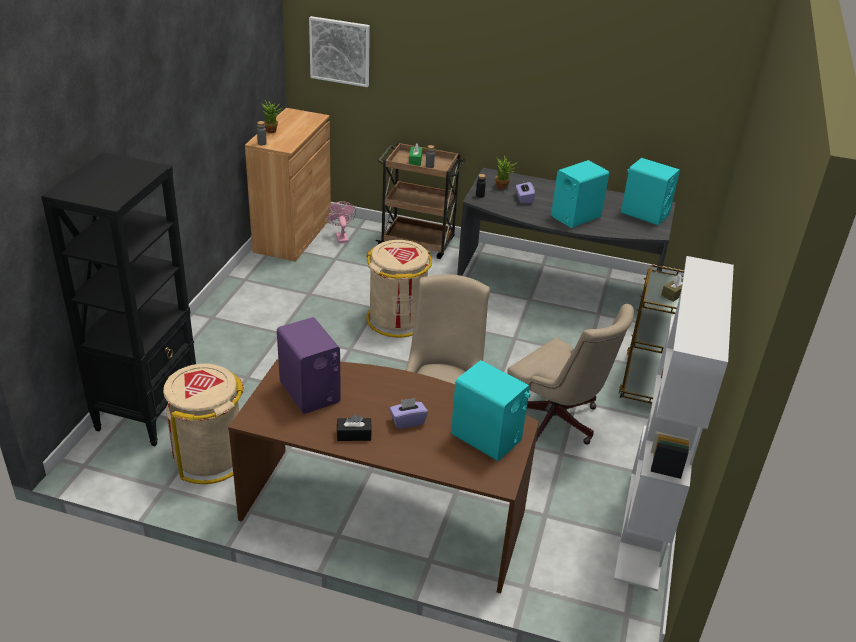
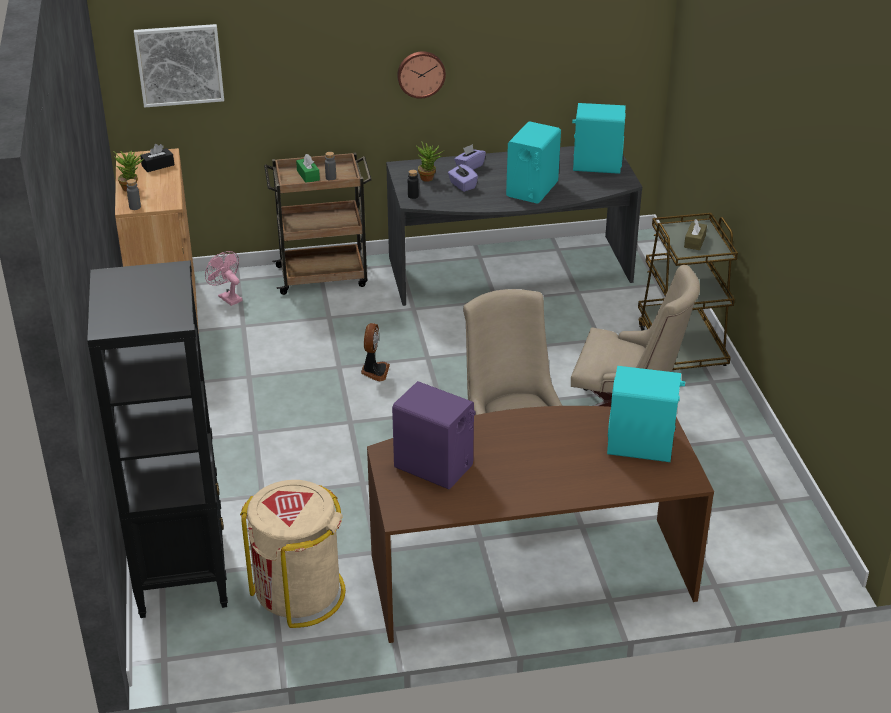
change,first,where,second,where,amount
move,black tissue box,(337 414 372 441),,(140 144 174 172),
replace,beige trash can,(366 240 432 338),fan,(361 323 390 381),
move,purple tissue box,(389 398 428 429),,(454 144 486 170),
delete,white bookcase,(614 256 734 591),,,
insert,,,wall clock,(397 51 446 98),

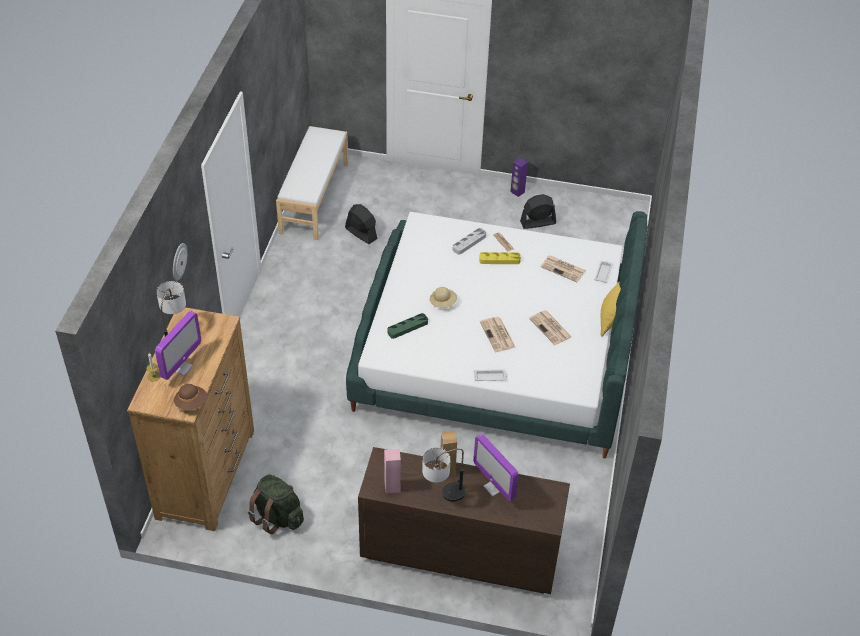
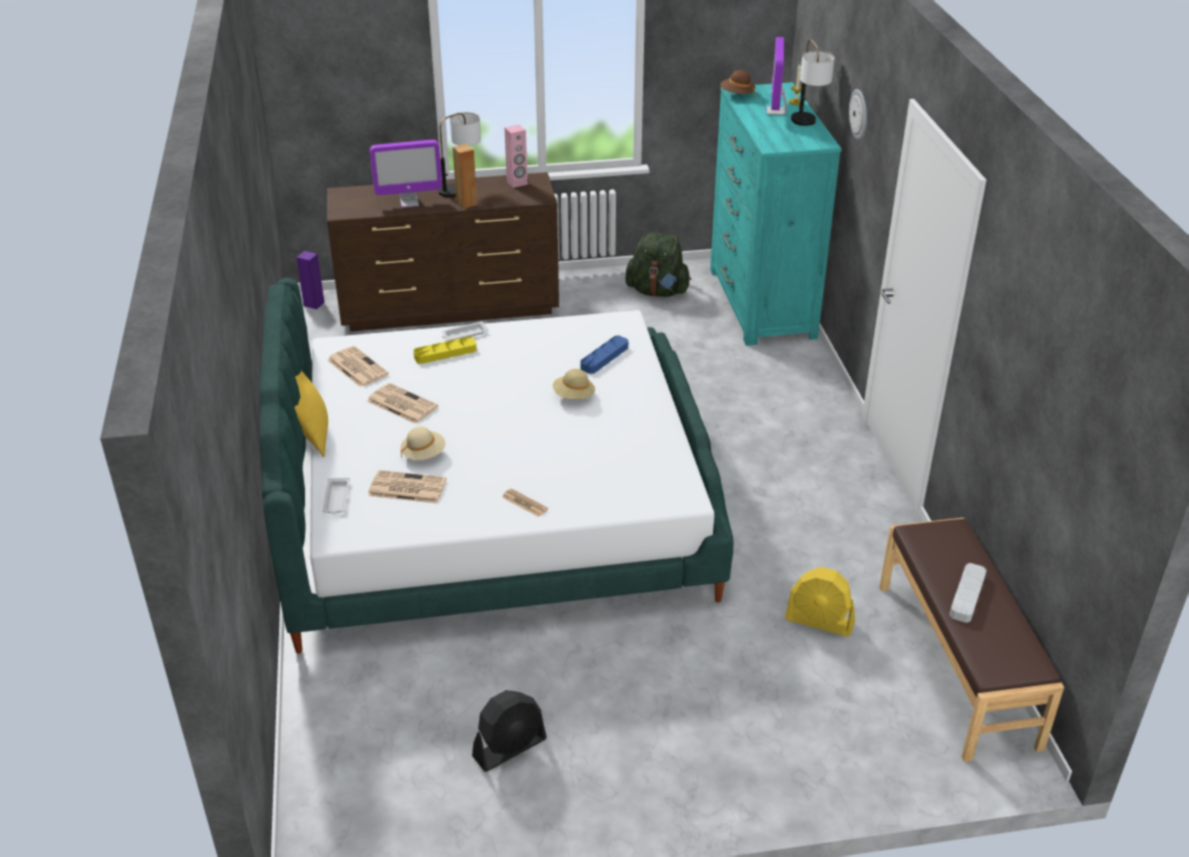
change,first,where,second,where,amount
recolor,brown dresser,(127 307 254 531),turquoise dresser,(710 82 842 346),
recolor,white bench,(276 126 348 240),brown bench,(879 518 1064 762),
recolor,black fan,(345 204 378 244),yellow fan,(785 567 855 636),
recolor,green tray,(387 313 428 339),blue tray,(580 336 628 374),
move,grey tray,(453 228 486 255),,(949 563 987 623),
rotate,monitor,(473 434 519 501),,(370 140 442 208),135 degrees clockwise
move,yellow tray,(479 252 521 264),,(413 337 477 364),
move,newspaper,(480 317 516 352),,(327 346 389 387),
move,purple speaker,(510 158 528 197),,(297 251 324 309),
insert,,,beige hat,(401 426 446 460),

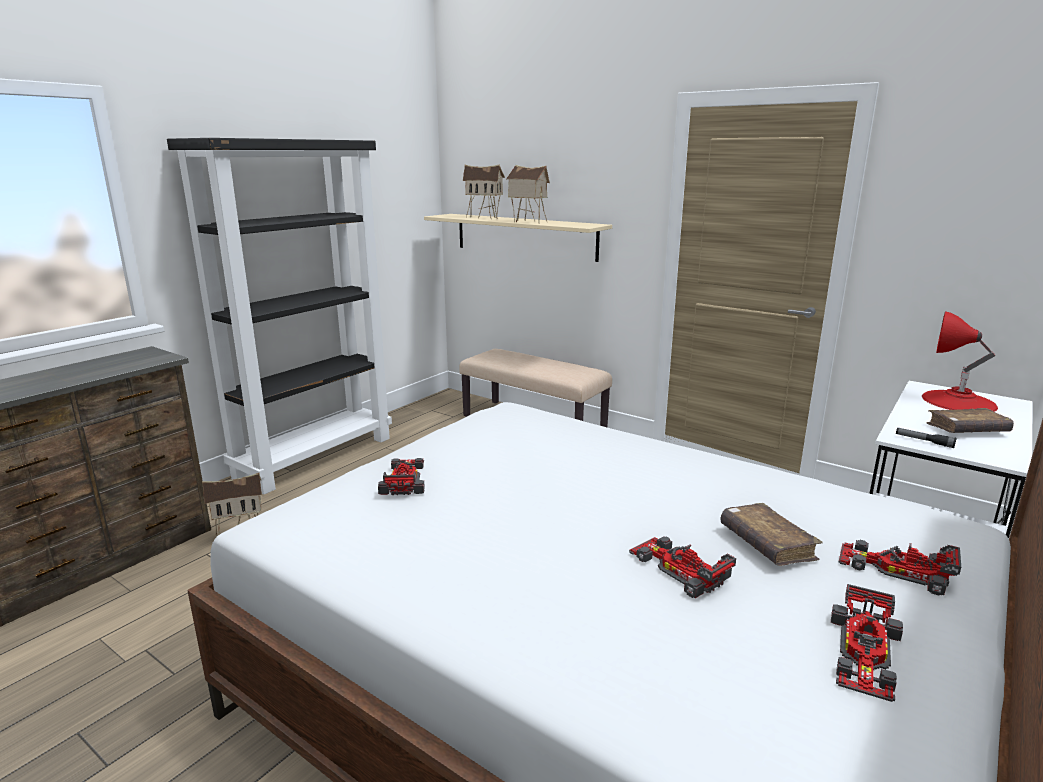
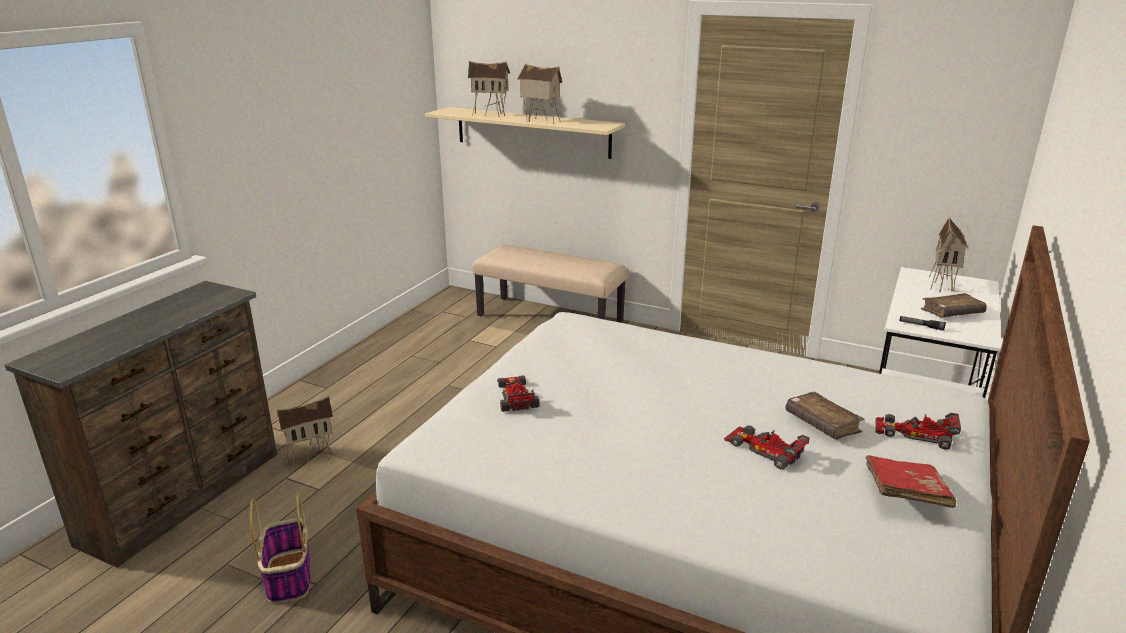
change,first,where,second,where,amount
delete,black bookcase,(167 138 392 495),,,
replace,toy car,(831 584 903 702),red book,(865 455 956 508),
replace,red table lamp,(922 311 998 412),toy house,(929 217 969 292),
insert,,,basket,(250 492 310 604),

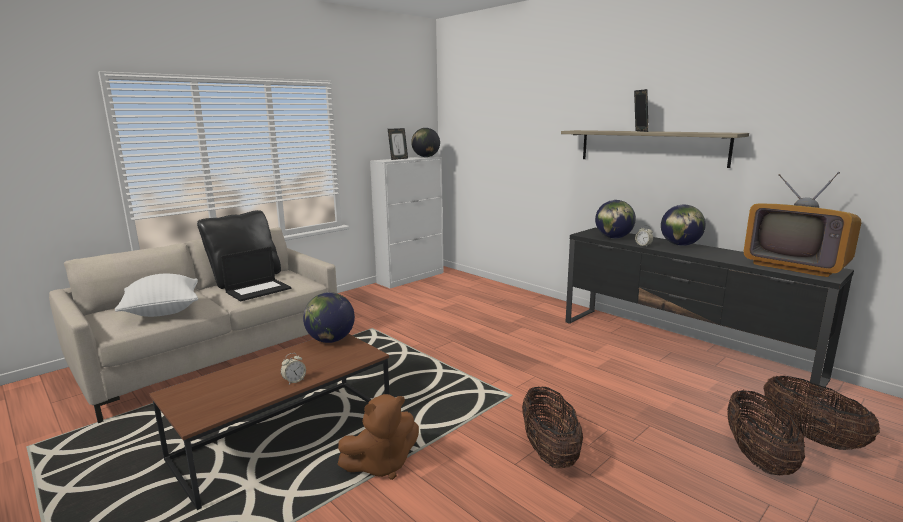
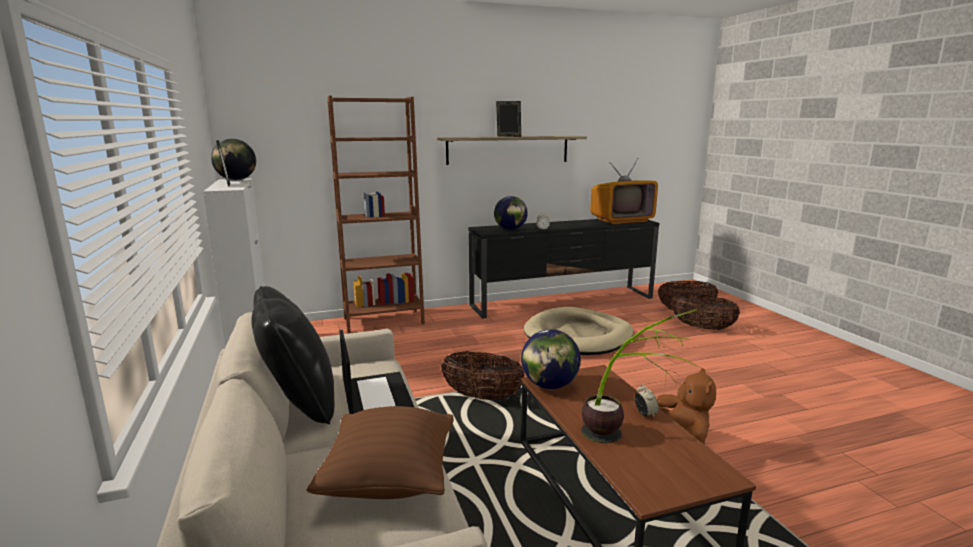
change,first,where,second,where,amount
recolor,white pillow,(115 274 198 317),brown pillow,(307 406 454 499),
move,basket,(522 386 583 468),,(441 351 525 400),
delete,globe,(661 205 706 246),,,
insert,,,brown bookcase,(327 96 425 333),
insert,,,beige dog bed,(524 307 633 355),
insert,,,potted plant,(581 309 699 443),

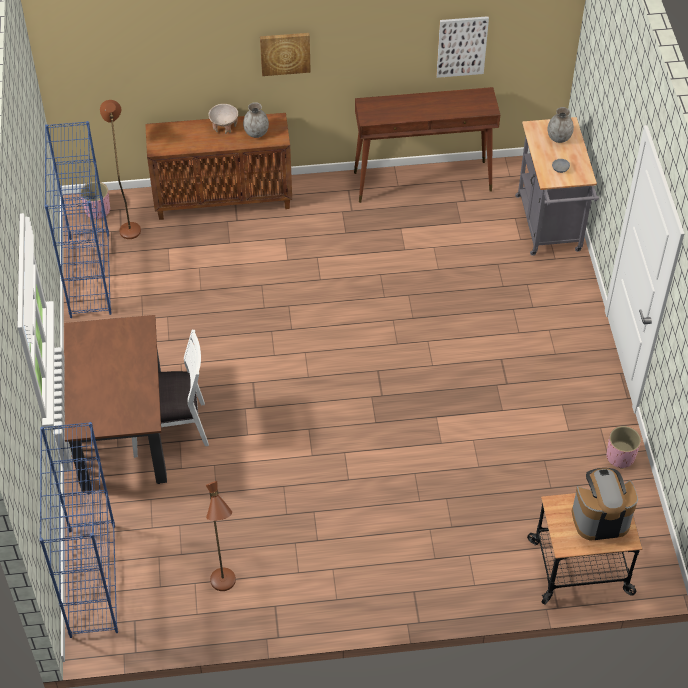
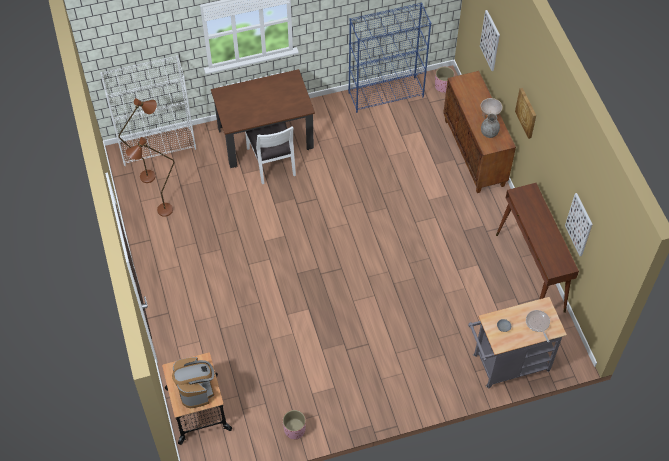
change,first,where,second,where,amount
recolor,blue bookcase,(39 422 118 638),white bookcase,(100 55 196 166),
move,brown floor lamp,(100 100 141 239),,(119 98 157 183),
replace,grey vase,(548 107 574 143),frying pan,(526 310 550 342),
insert,,,picture,(480 10 500 71),

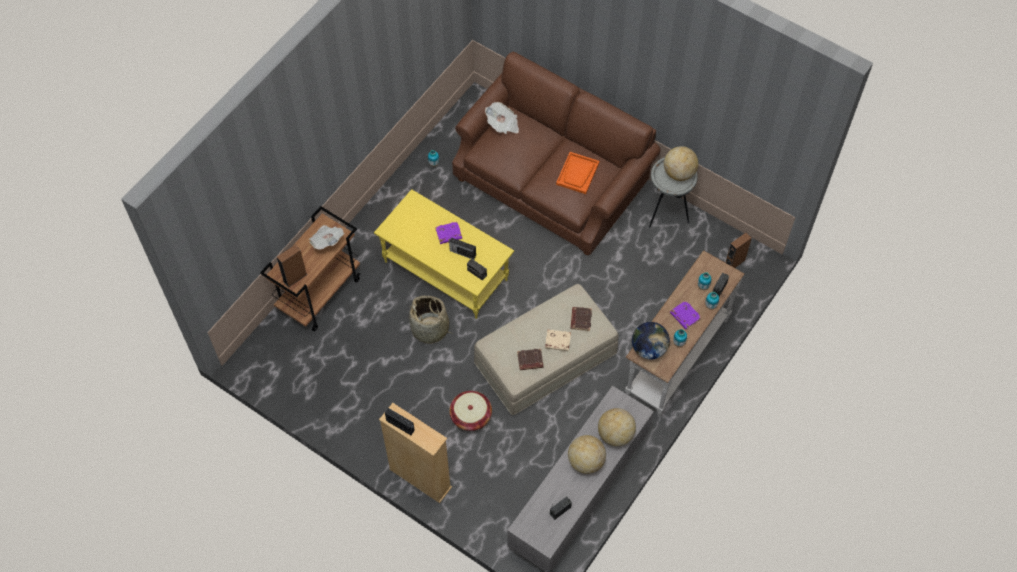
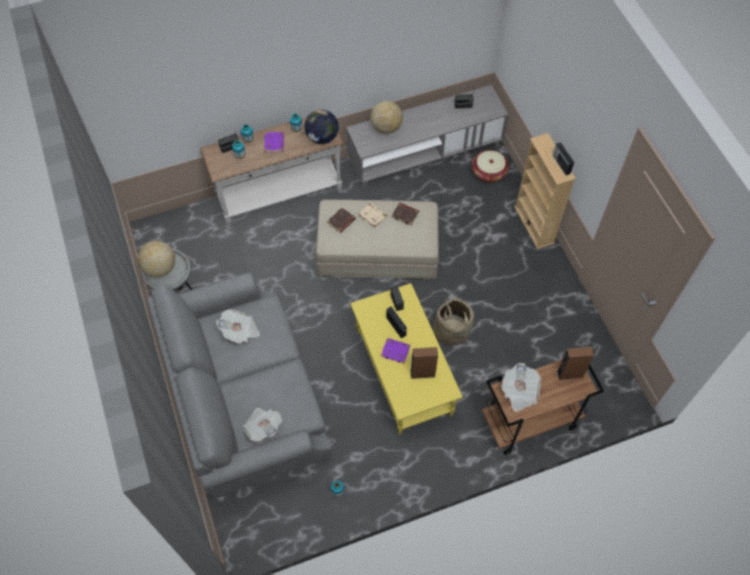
change,first,where,second,where,amount
move,basket,(449 391 492 431),,(472 150 509 182),
recolor,brown sofa,(452 52 660 255),grey sofa,(147 272 332 499),
replace,orange tray,(556 152 599 194),newspaper,(216 309 260 344),
delete,globe,(568 435 606 474),,,
move,brown speaker,(725 233 752 268),,(411 347 438 379),

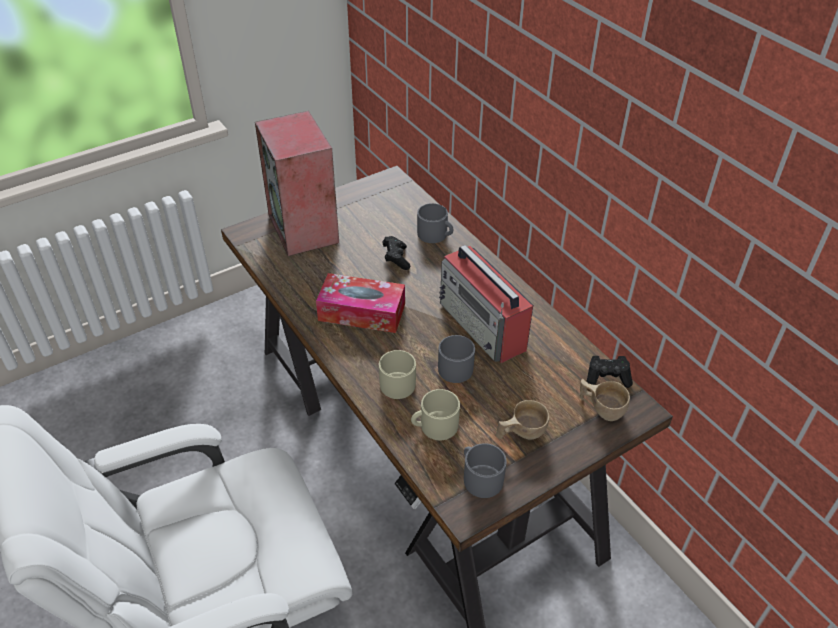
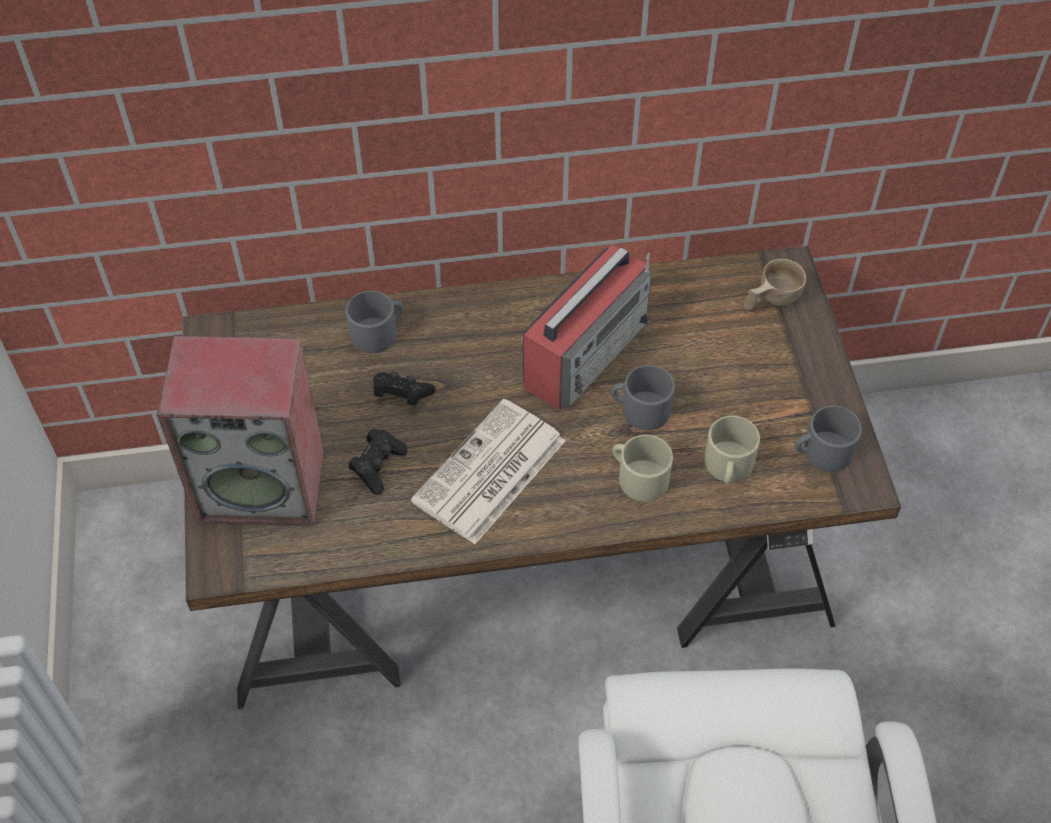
change,first,where,second,where,amount
replace,tissue box,(316 273 405 333),newspaper,(411 399 566 544),
rotate,radio,(439 245 533 363),,(523 245 651 410),45 degrees counterclockwise
delete,beige cup,(496 400 549 439),,,
move,black game controller,(586 356 633 388),,(348 429 408 495),

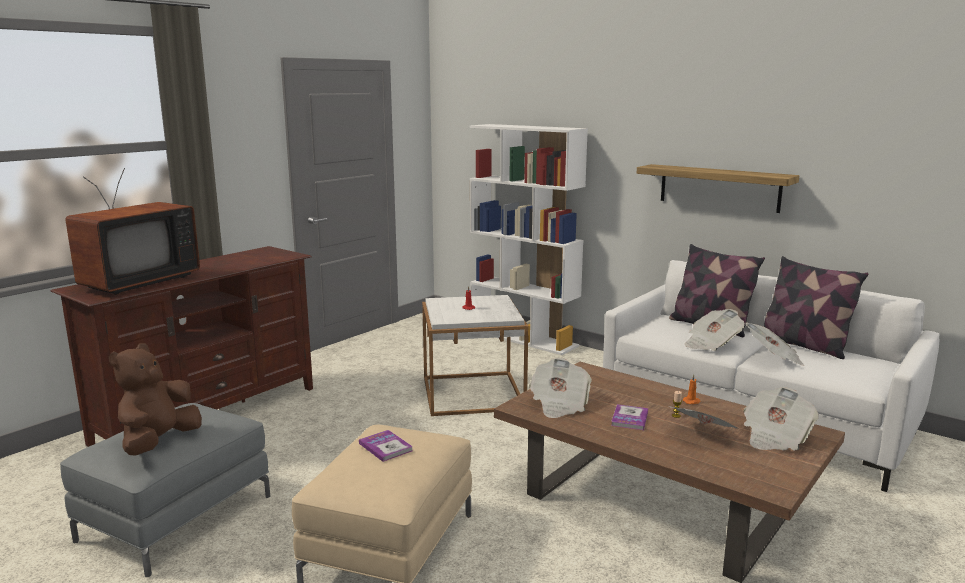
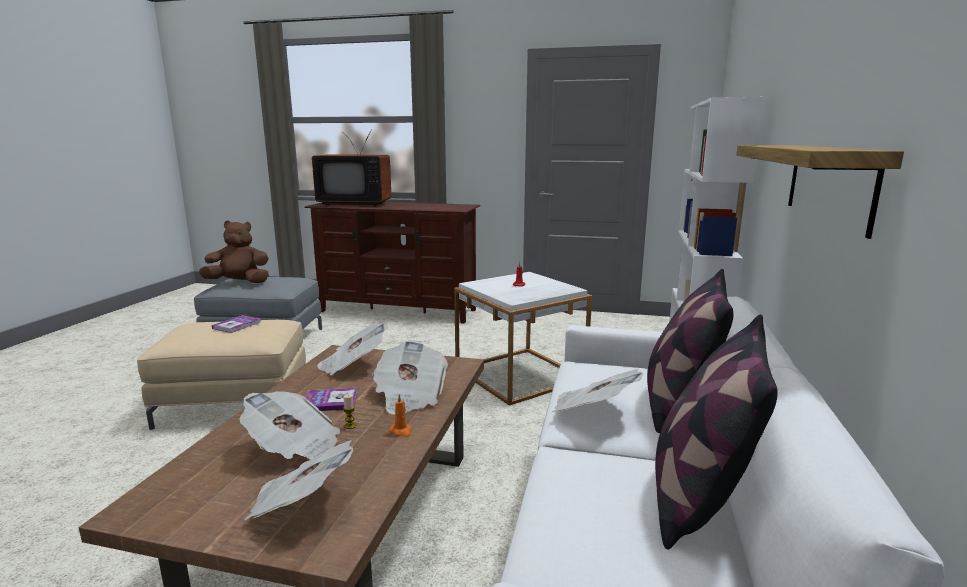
change,first,where,second,where,amount
move,newspaper,(745 322 805 366),,(372 340 448 415),

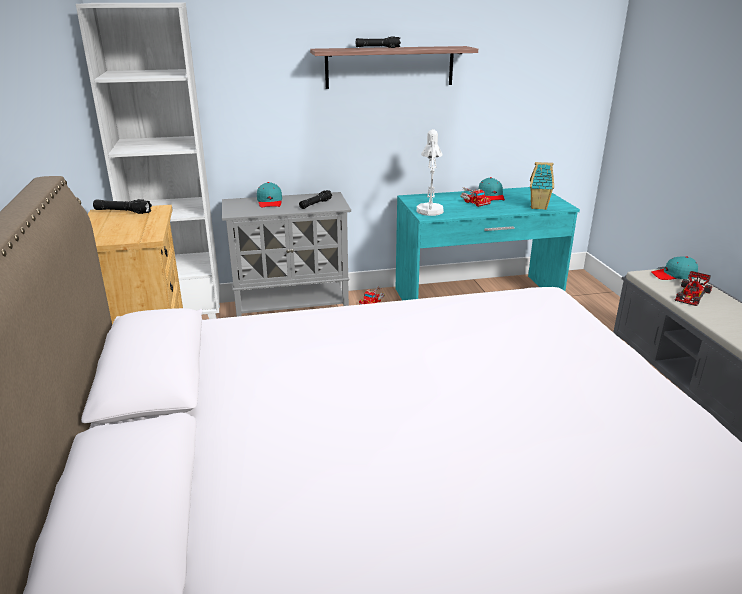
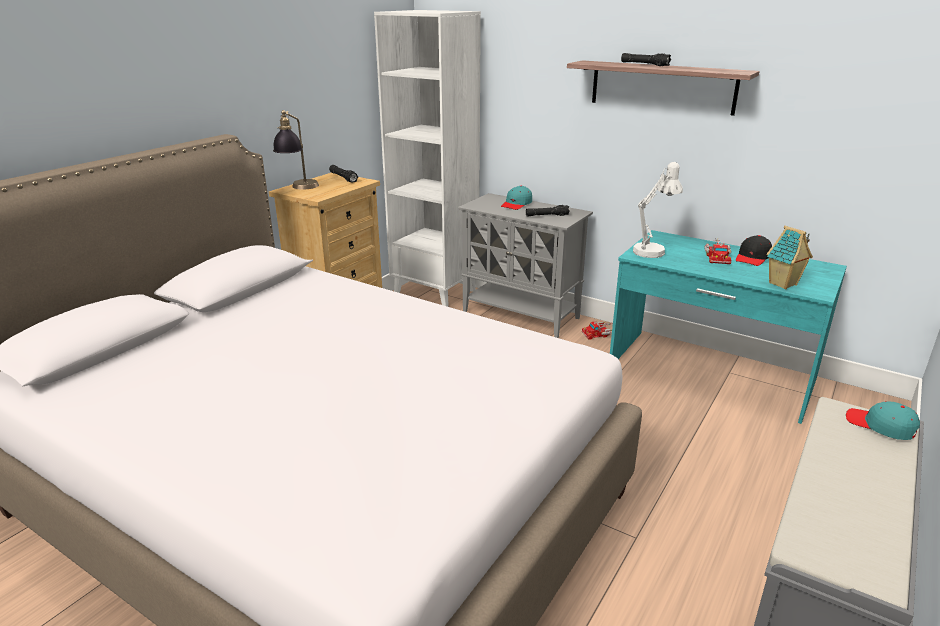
change,first,where,second,where,amount
recolor,turquoise cap,(479 177 505 201),black cap,(736 235 772 266),
delete,toy car,(675 271 712 306),,,
insert,,,table lamp,(273 110 319 190),

